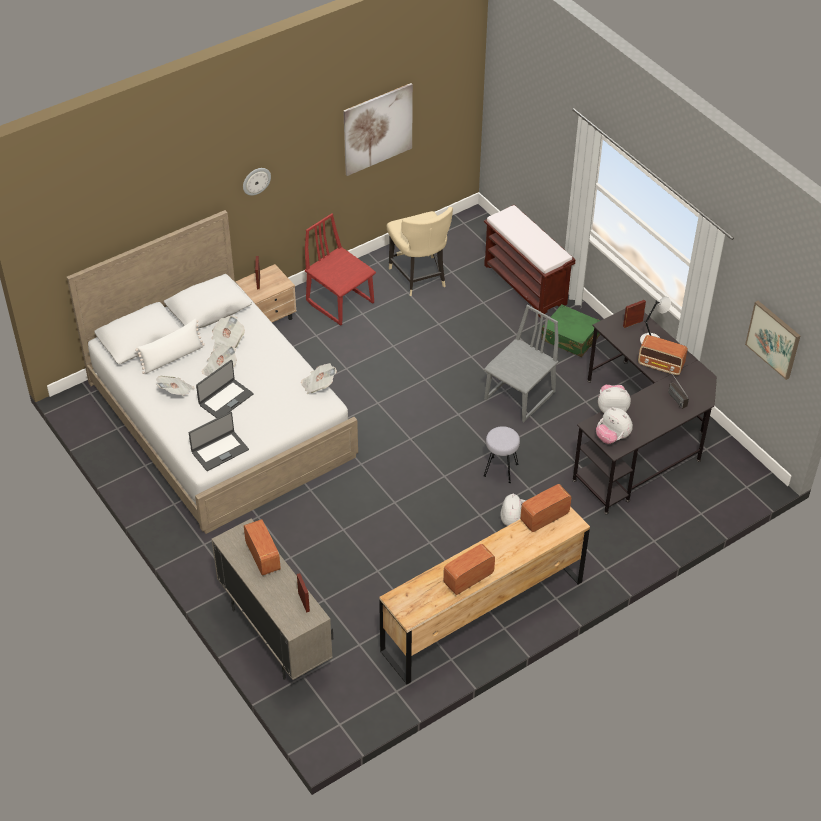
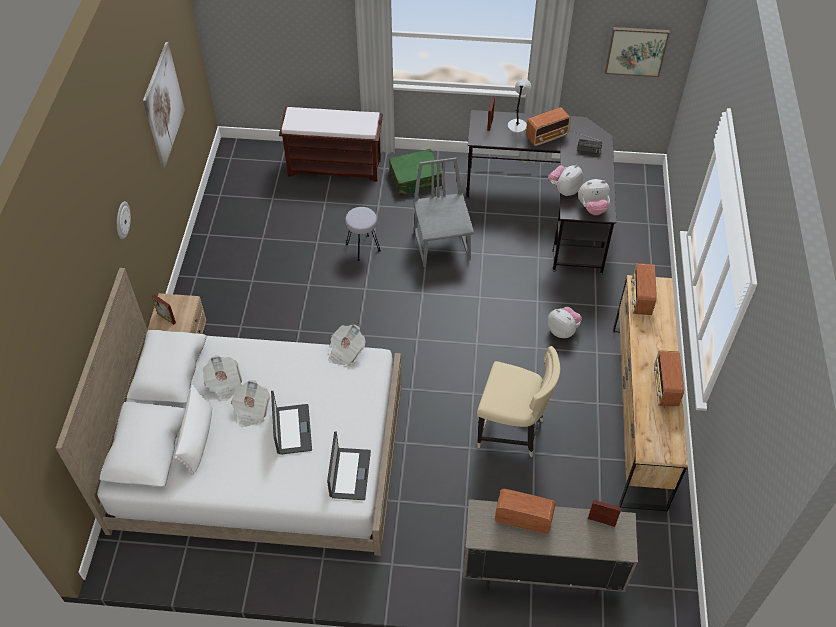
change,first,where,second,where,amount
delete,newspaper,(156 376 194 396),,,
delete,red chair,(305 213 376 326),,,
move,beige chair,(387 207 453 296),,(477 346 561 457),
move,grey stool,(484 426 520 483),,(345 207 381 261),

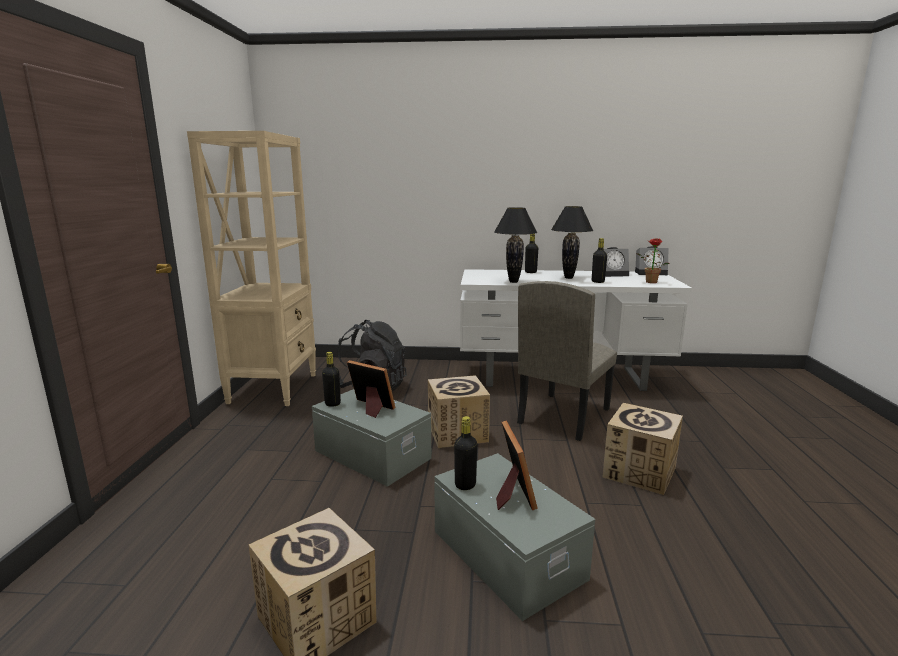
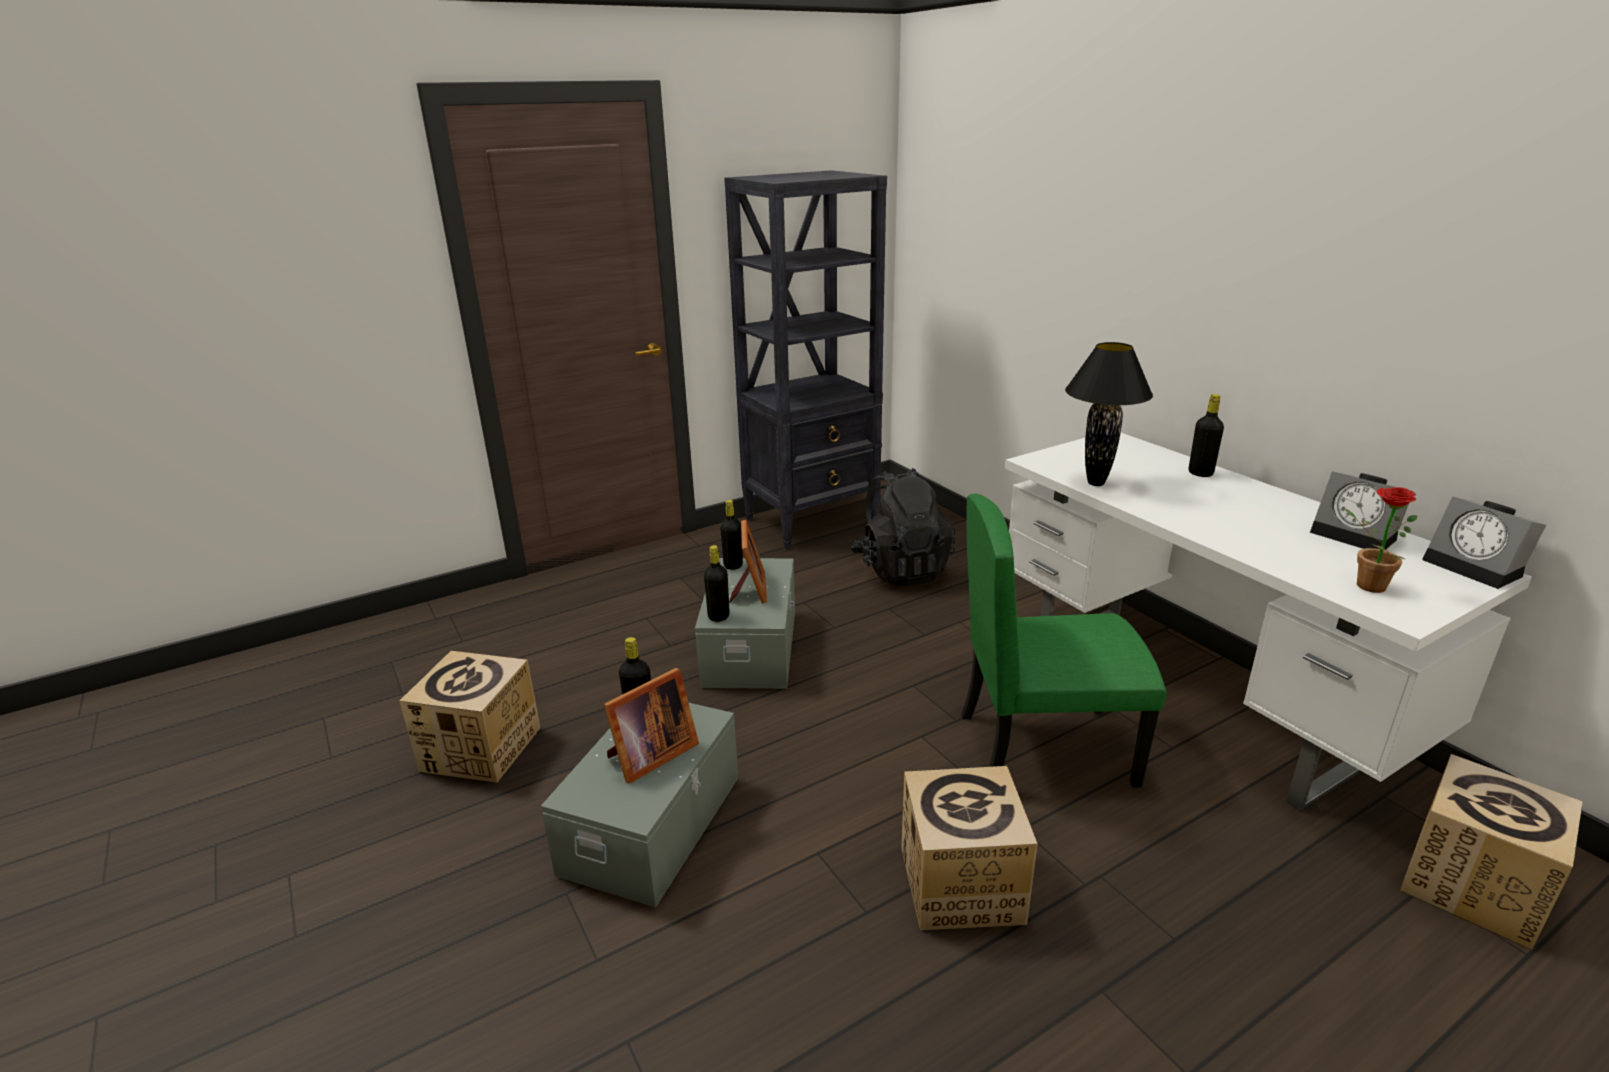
change,first,where,second,where,amount
recolor,beige bookcase,(187 131 316 406),black bookcase,(724 170 887 549),
move,cardboard box,(428 375 490 448),,(1400 754 1583 950),
recolor,beige chair,(517 281 617 441),green chair,(961 493 1166 787),
delete,black table lamp,(551 206 593 279),,,
move,black bottle,(592 238 607 283),,(704 545 730 622),

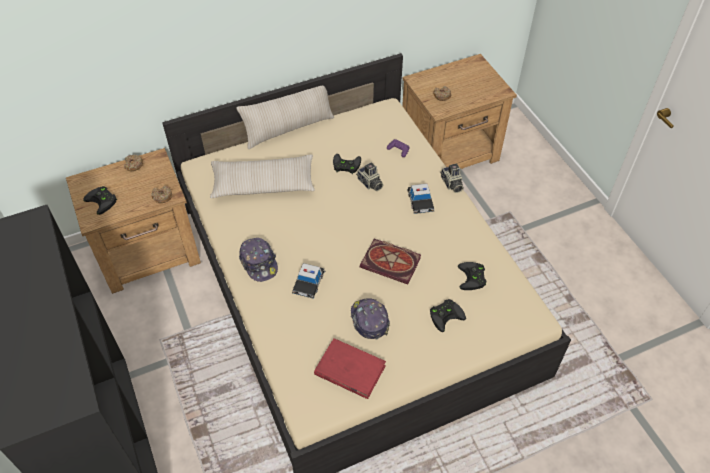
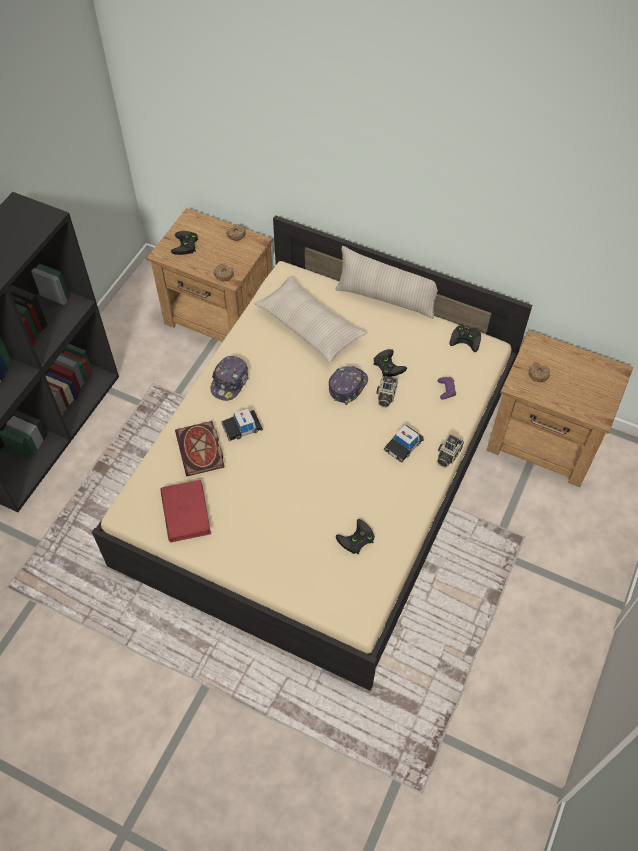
change,first,where,second,where,amount
move,cap,(351 298 390 340),,(329 366 368 405),
move,book,(360 239 421 285),,(175 421 224 476),
move,black game controller,(430 299 466 332),,(449 326 481 352),

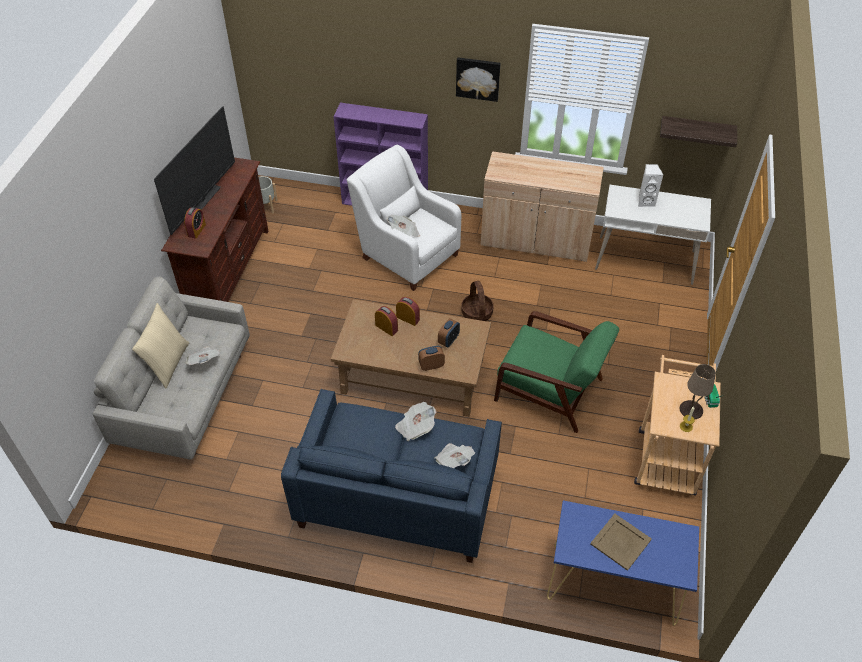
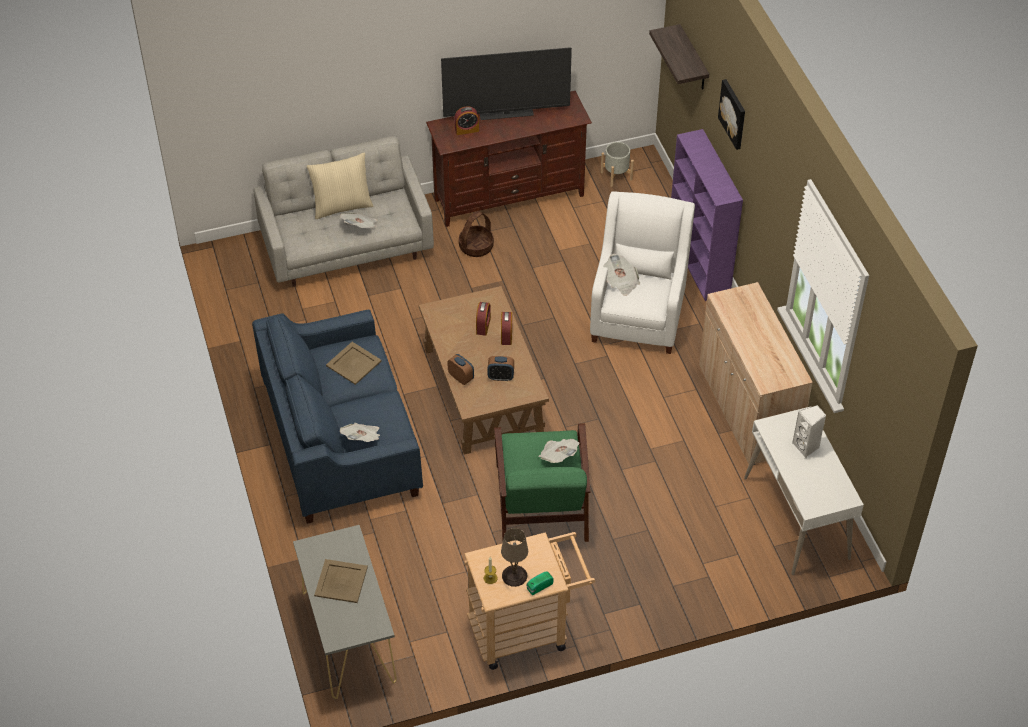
change,first,where,second,where,amount
move,newspaper,(395 402 436 441),,(538 439 580 463),
move,picture,(456 57 501 102),,(718 79 745 150),
move,basket,(461 281 494 321),,(459 211 494 257),
recolor,blue console table,(547 500 699 626),grey console table,(293 525 397 699),
move,shelf,(660 116 737 147),,(649 24 709 90),
insert,,,beige tray,(326 342 382 385),

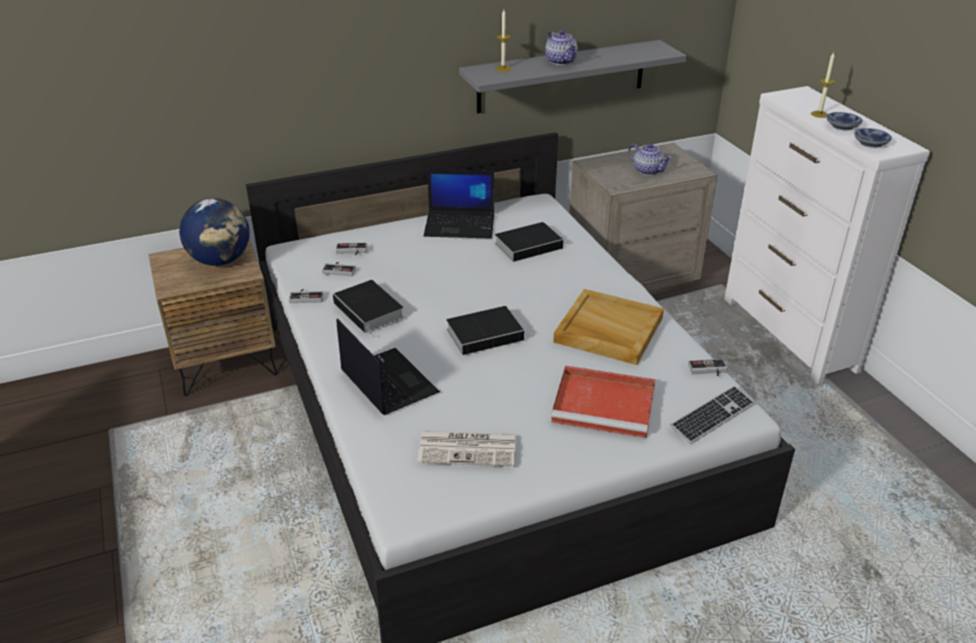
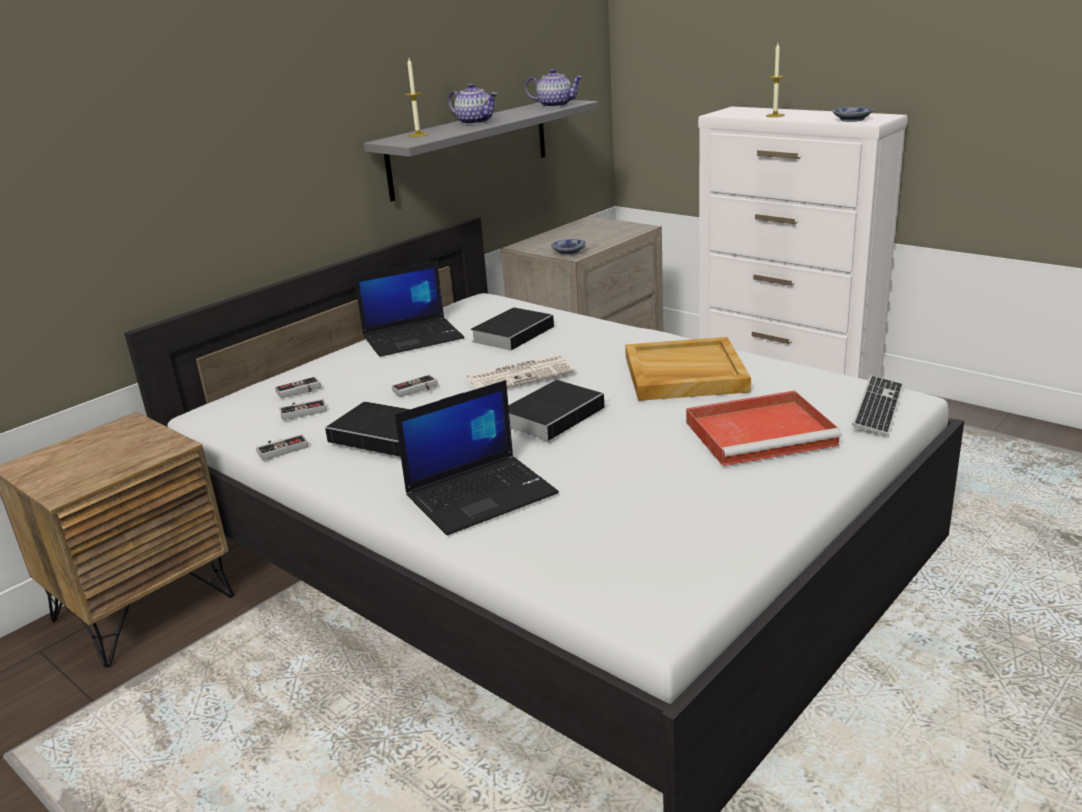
change,first,where,second,where,amount
delete,globe,(179 198 250 266),,,
rotate,laptop,(336 318 440 415),,(395 380 559 535),120 degrees clockwise
move,newspaper,(417 431 516 467),,(467 354 575 389),
move,teapot,(628 143 672 175),,(525 69 583 107),
move,game controller,(688 359 728 376),,(392 375 438 397),
move,bowl,(826 112 863 130),,(551 239 586 255),

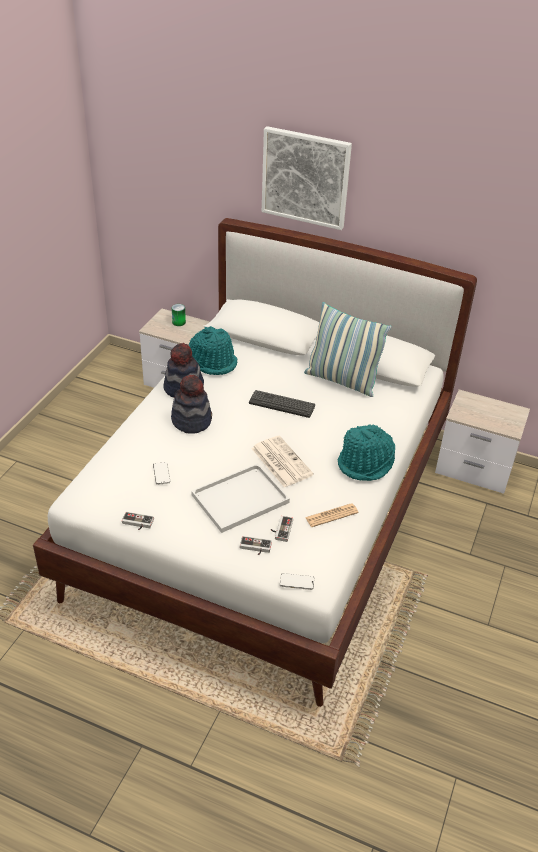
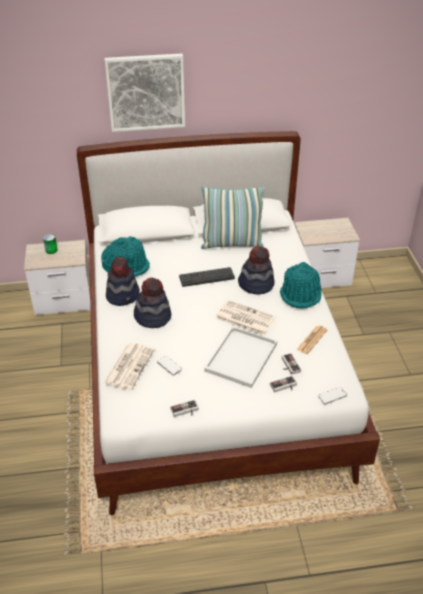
change,first,where,second,where,amount
insert,,,newspaper,(104 343 155 390),
insert,,,hat,(238 246 275 294),

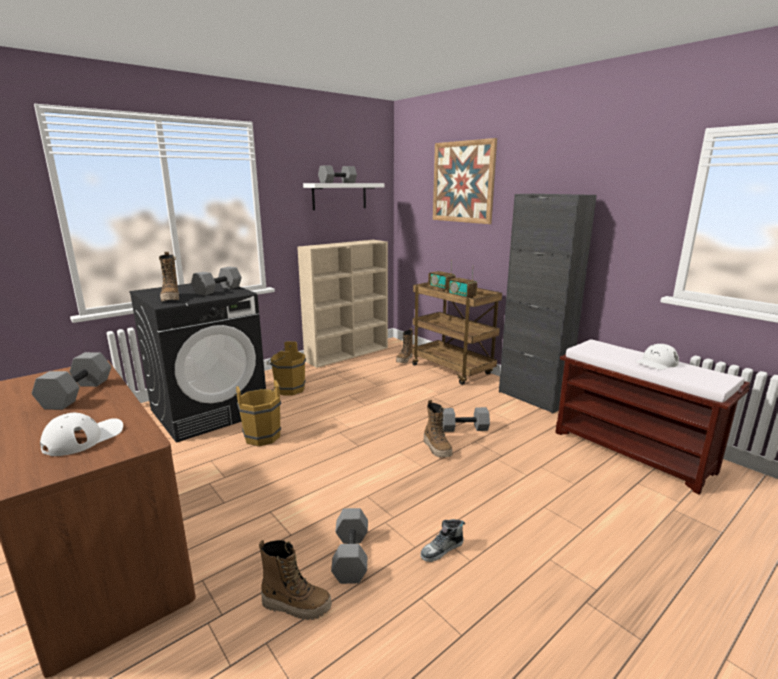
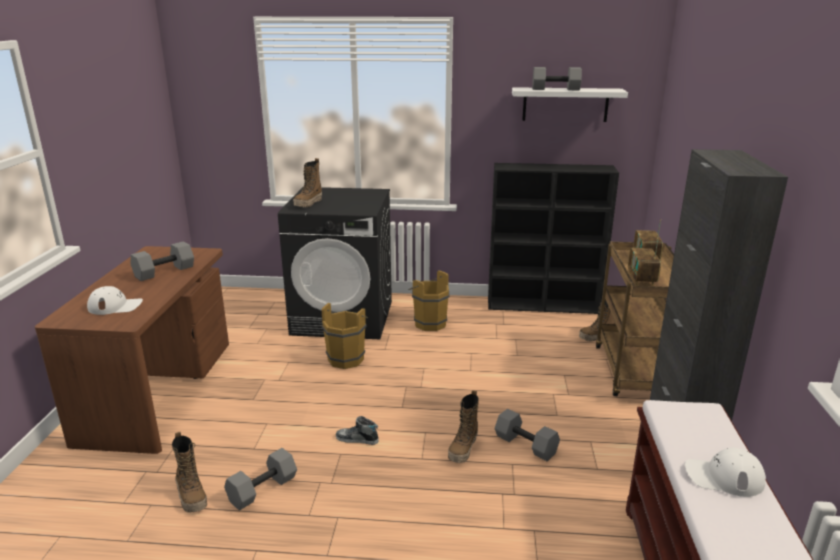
change,first,where,second,where,amount
delete,grey dumbbell,(191 267 241 295),,,
recolor,beige bookcase,(297 240 388 368),black bookcase,(488 163 619 314),
move,shoe,(420 519 465 562),,(336 416 379 445),
delete,picture,(433 138 497 224),,,

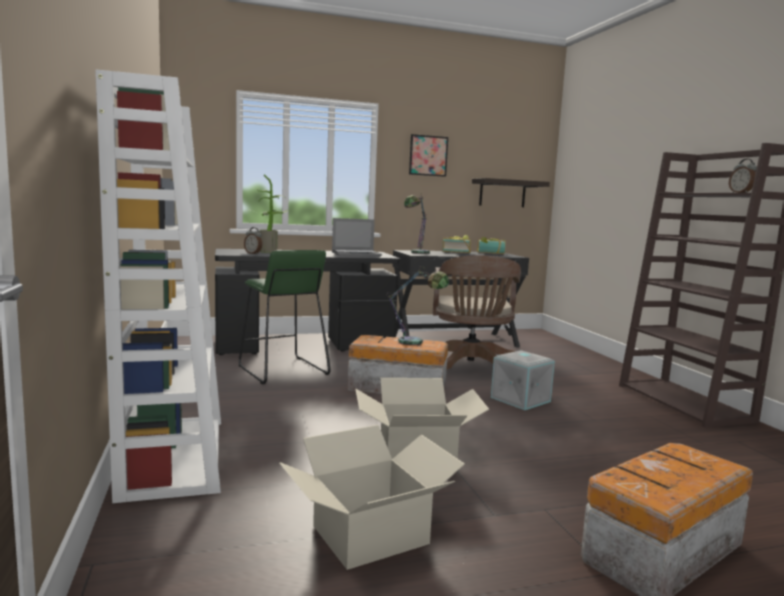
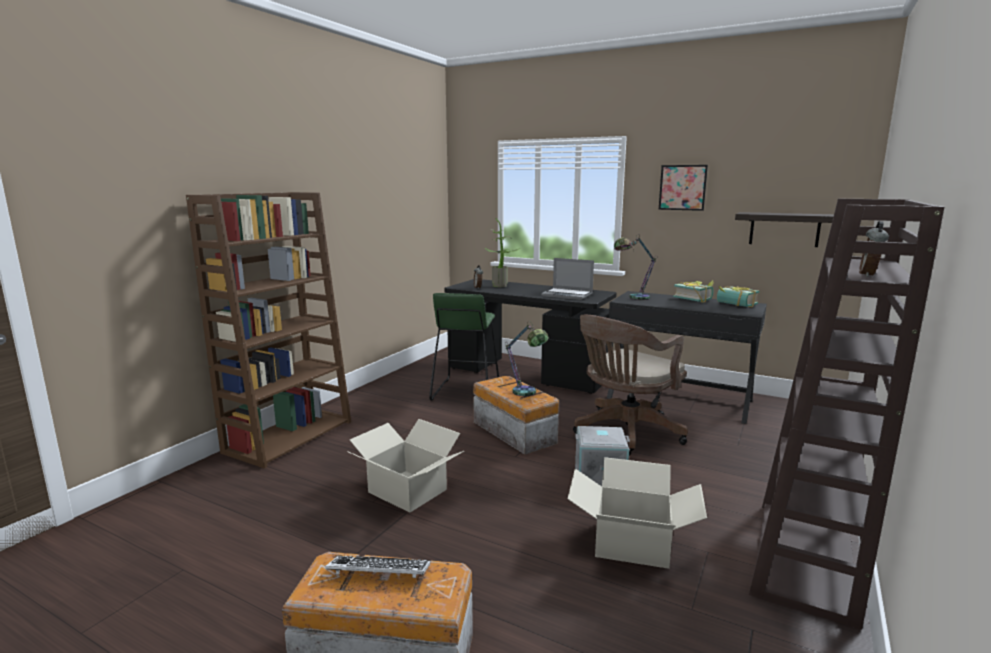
change,first,where,second,where,amount
recolor,white bookcase,(95 70 221 503),brown bookcase,(186 192 351 468),
move,cardboard box,(280 425 465 570),,(567 457 707 569),
insert,,,keyboard,(325 556 430 578),

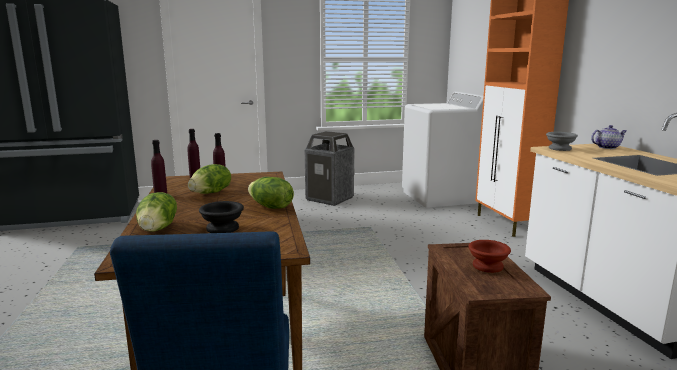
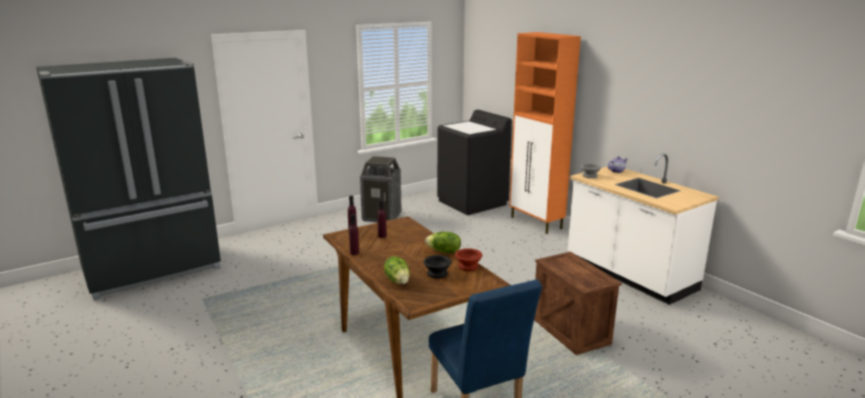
change,first,where,second,where,amount
delete,lettuce,(188 164 231 194),,,
recolor,white washing machine,(402 91 484 208),black washing machine,(437 110 512 215),
move,brown bowl,(468 240 511 273),,(455 248 482 271),

